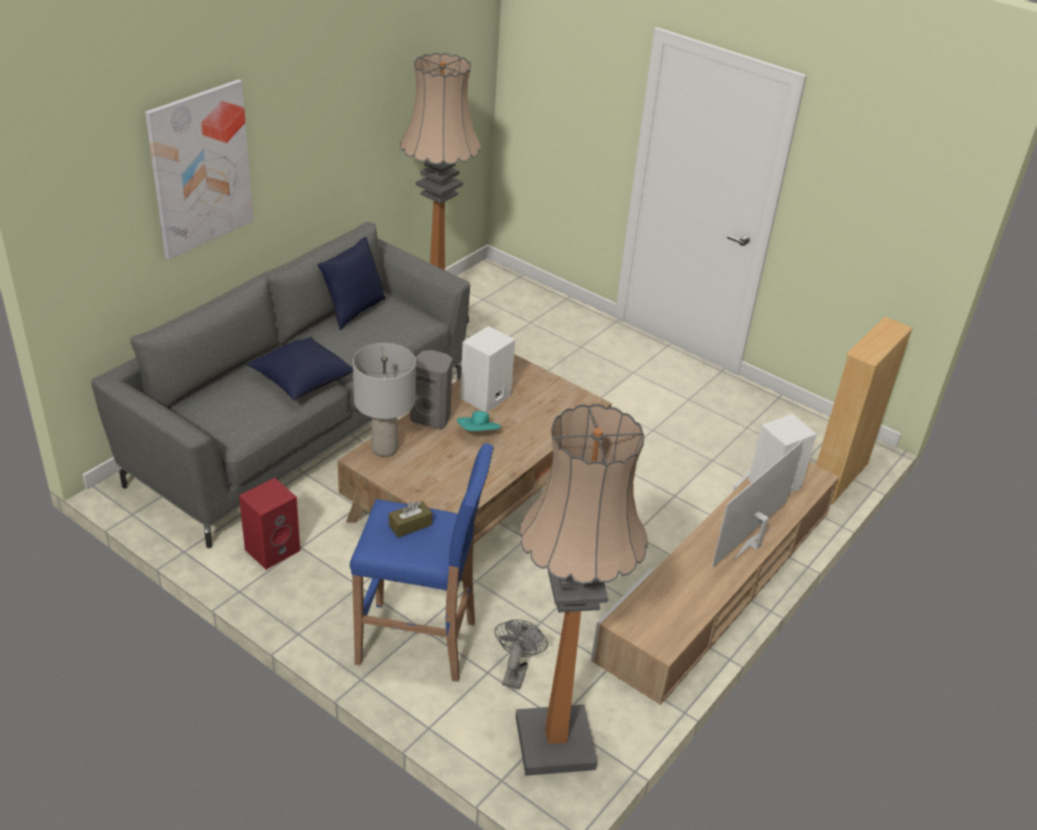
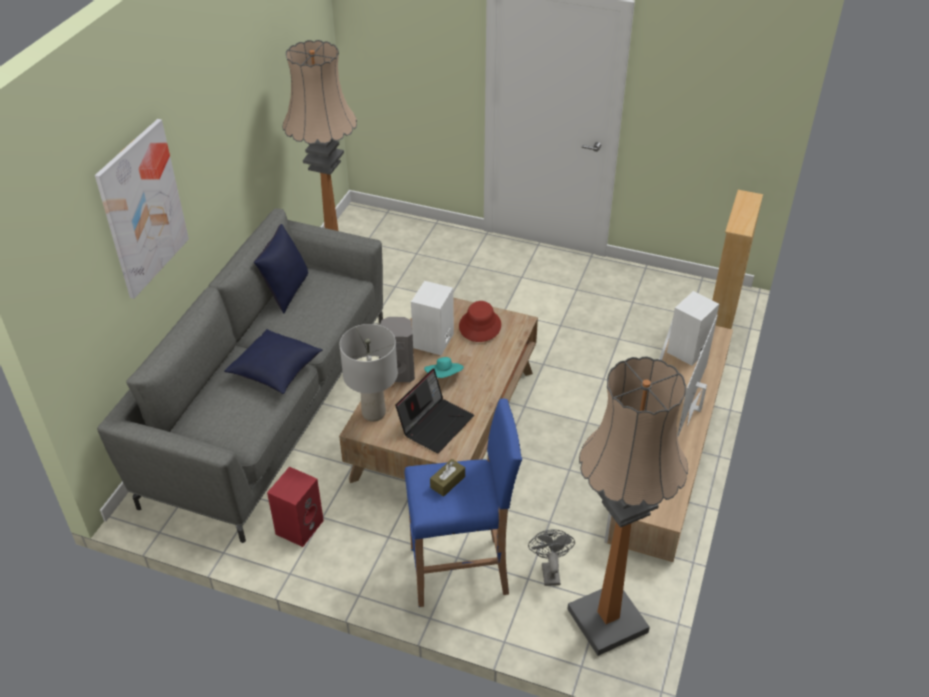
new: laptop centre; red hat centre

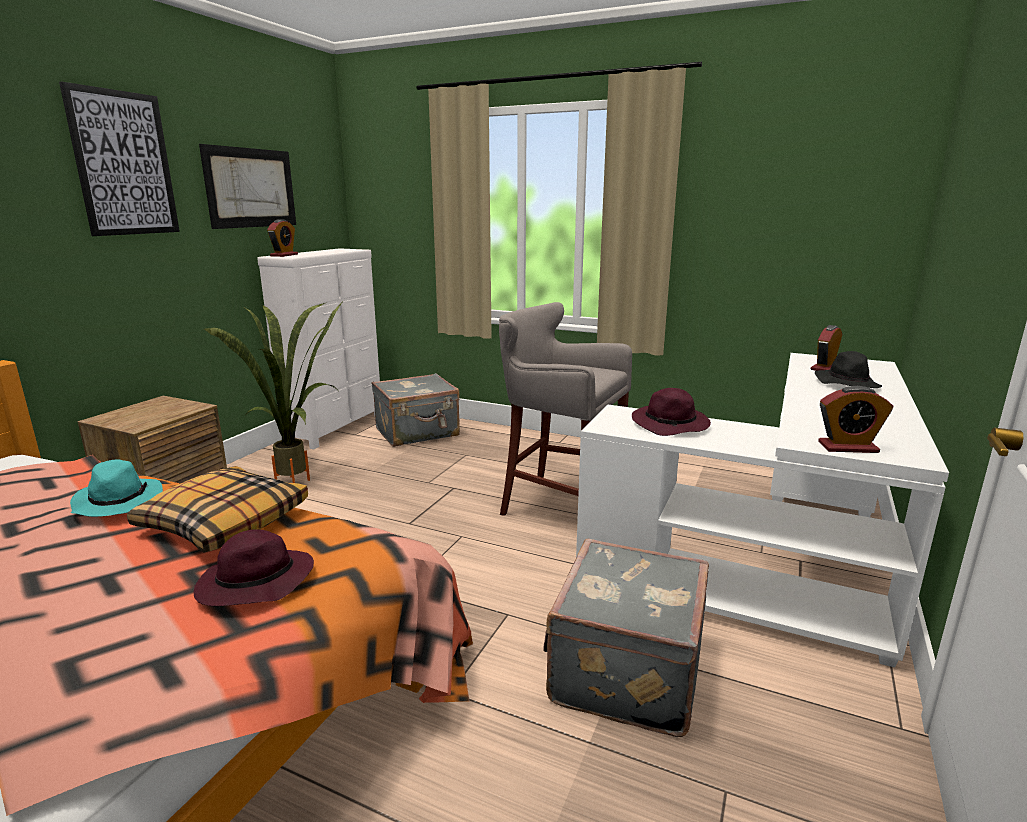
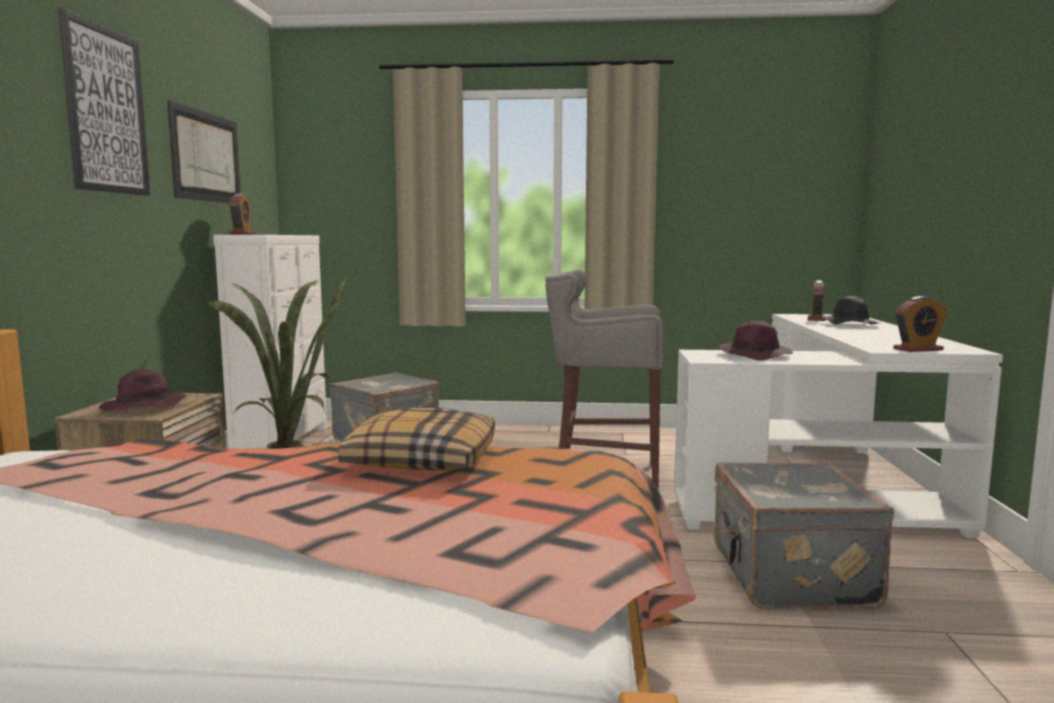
gone: turquoise hat middle left
shifted: purple hat (no. 1 from left) bottom left to middle left

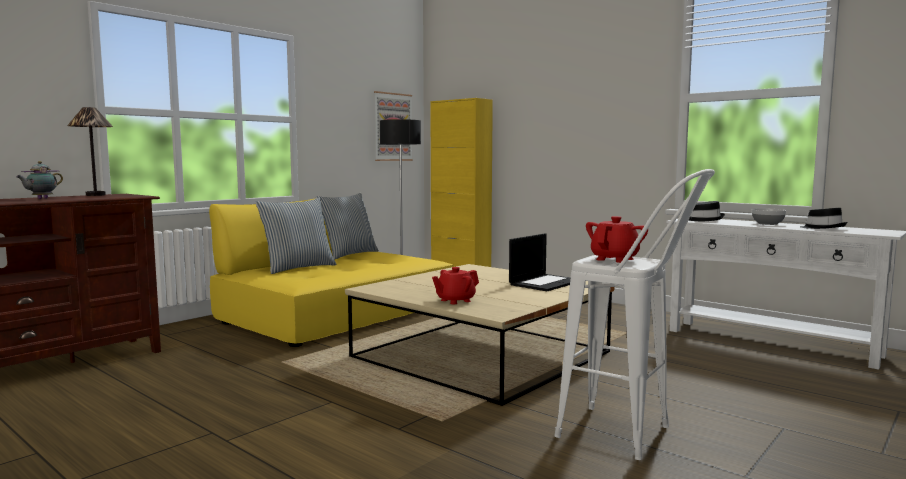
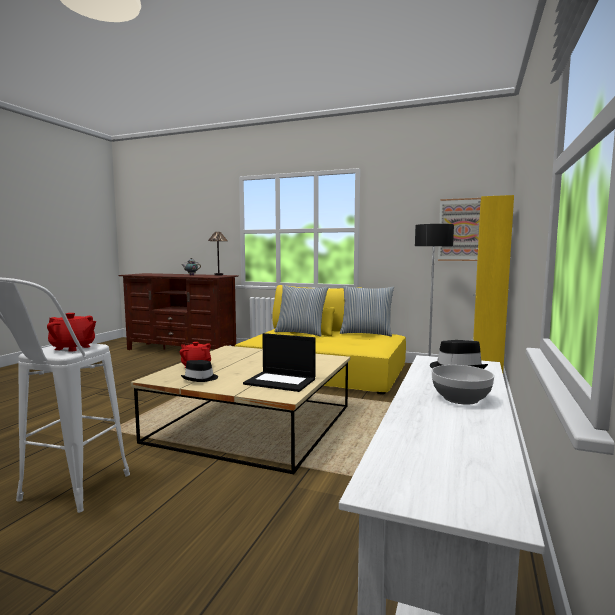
shifted: black hat (no. 2 from left in the first image) middle right to black hat (no. 1 from left) middle left

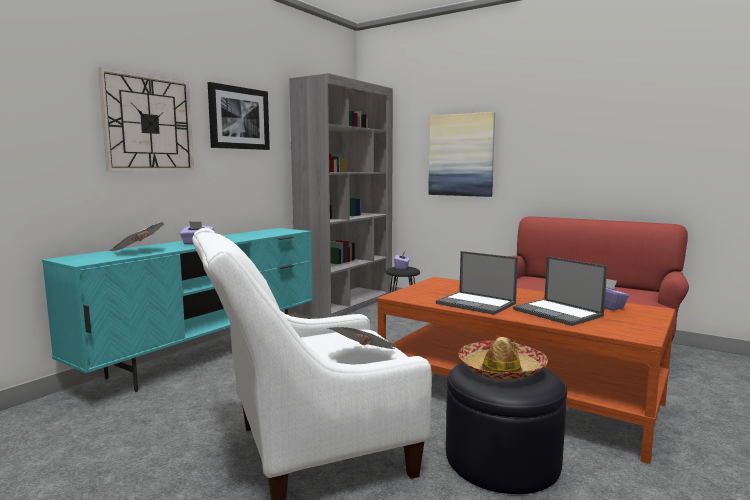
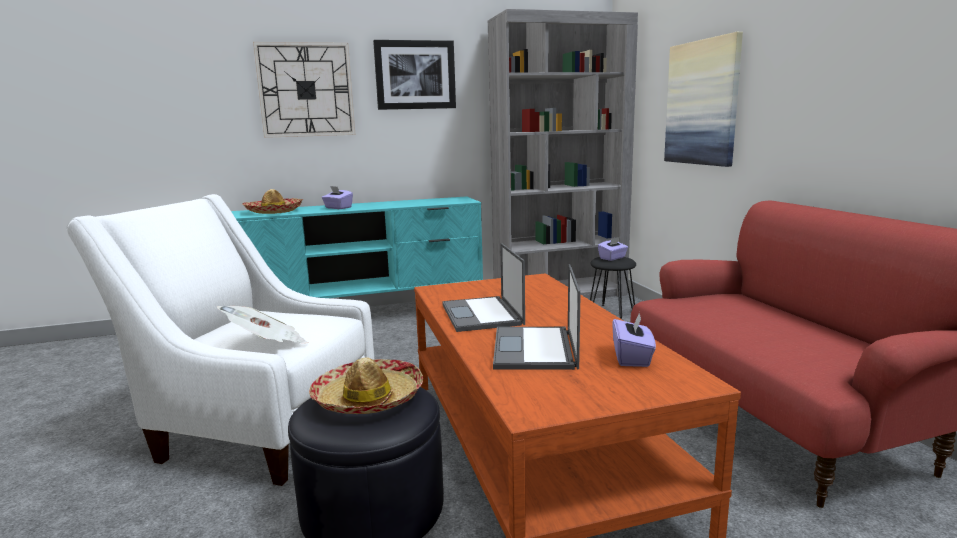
swapped: newspaper (no. 1 from left) middle left to hat (no. 1 from left) middle left

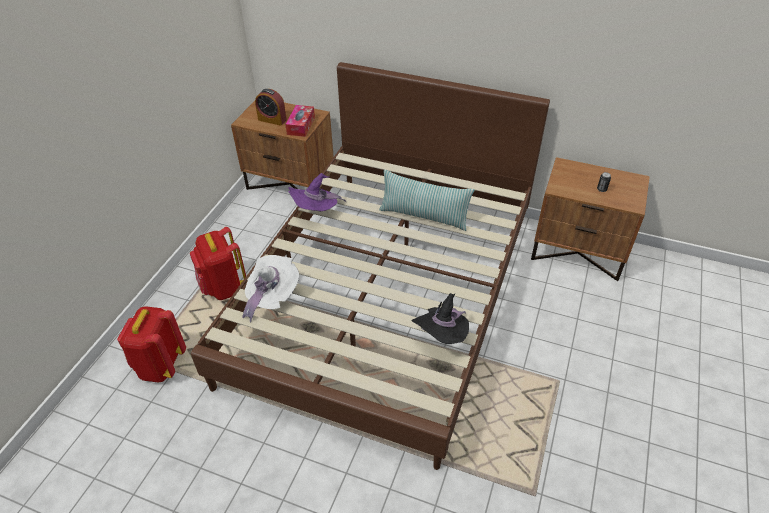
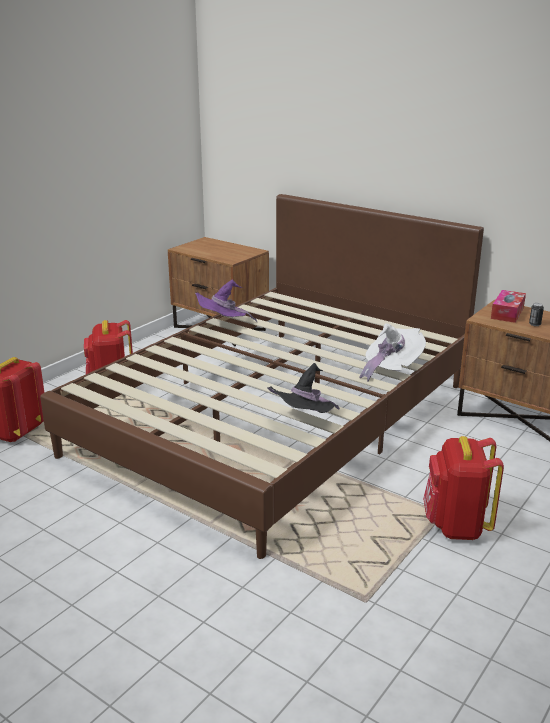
gone: alarm clock top centre; pillow centre
new: red backpack (no. 3 from left) bottom right
shifted: white hat centre to middle right; tissue box top centre to middle right

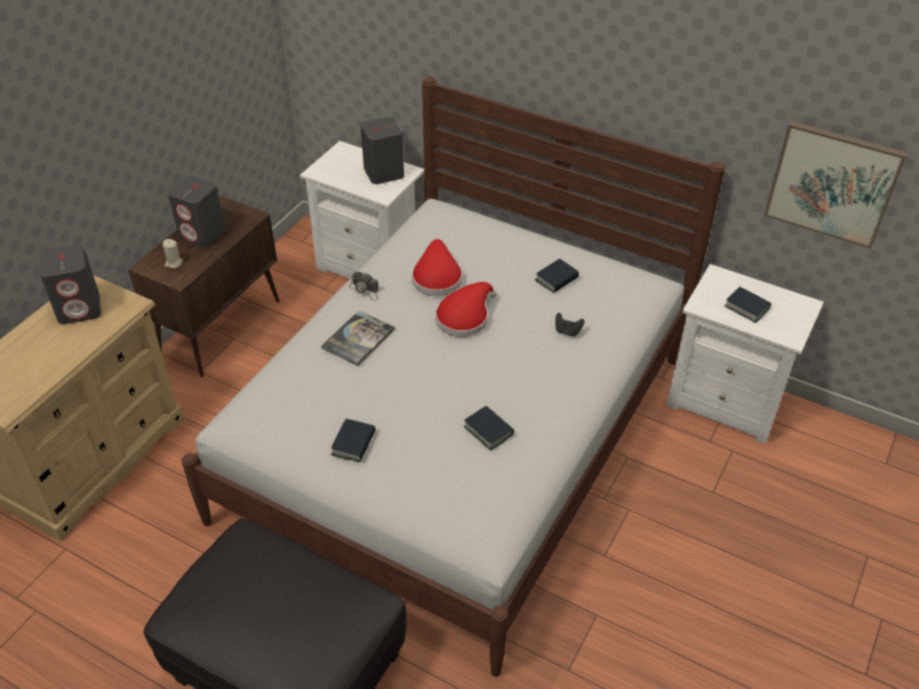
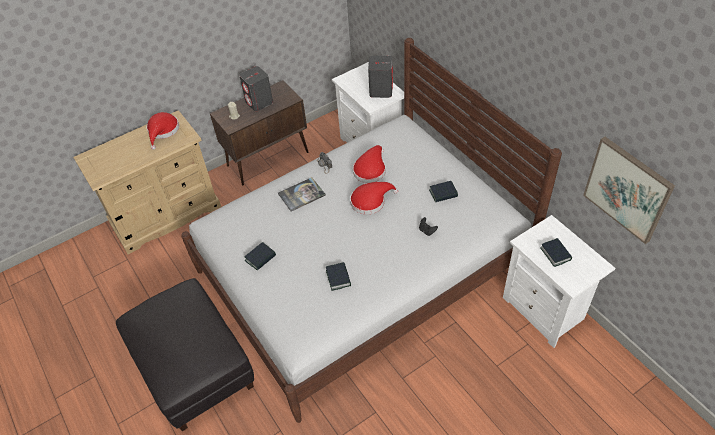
swapped: grey speaker (no. 1 from left) middle left to red hat (no. 1 from left) top left

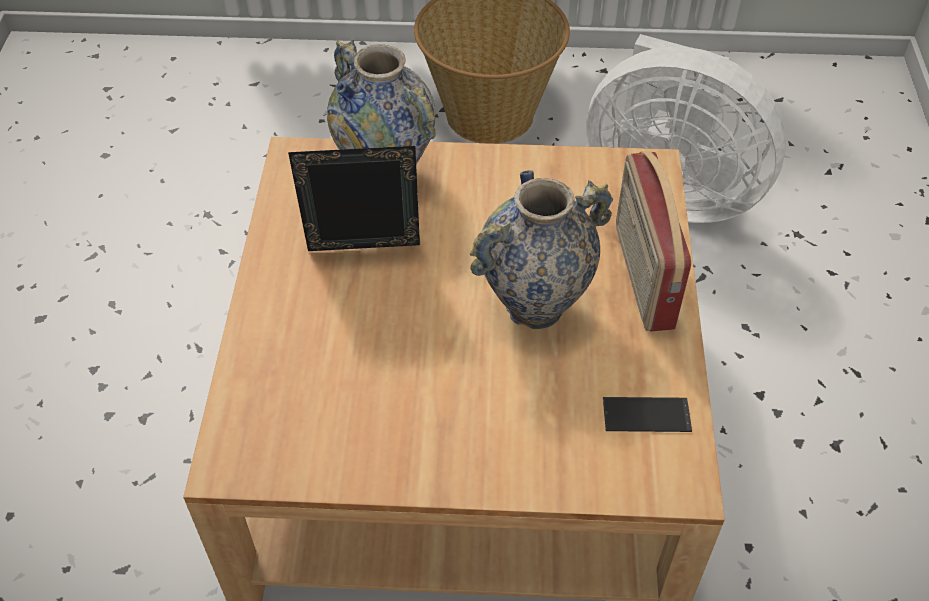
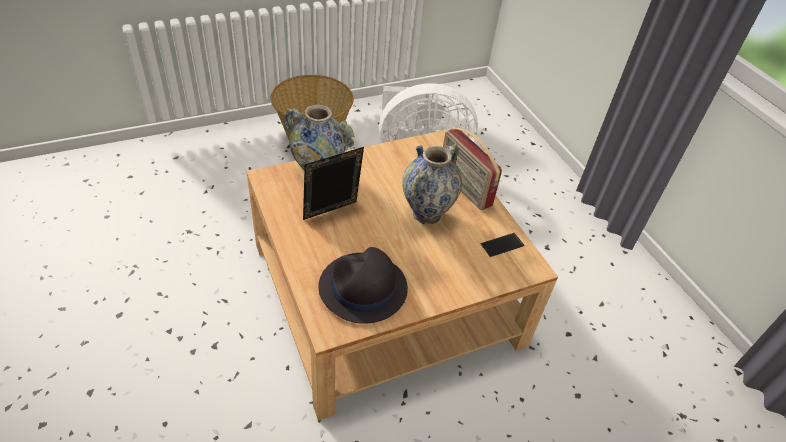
new: black hat centre

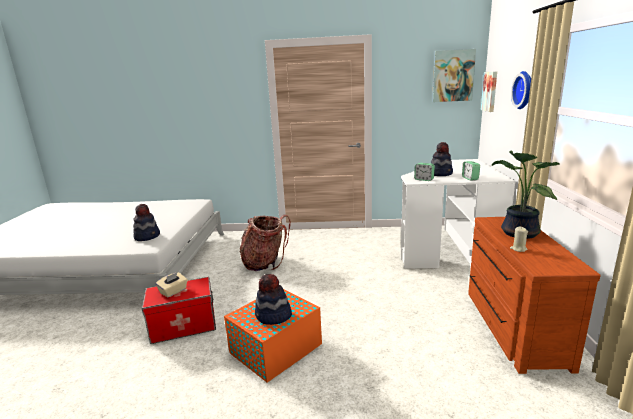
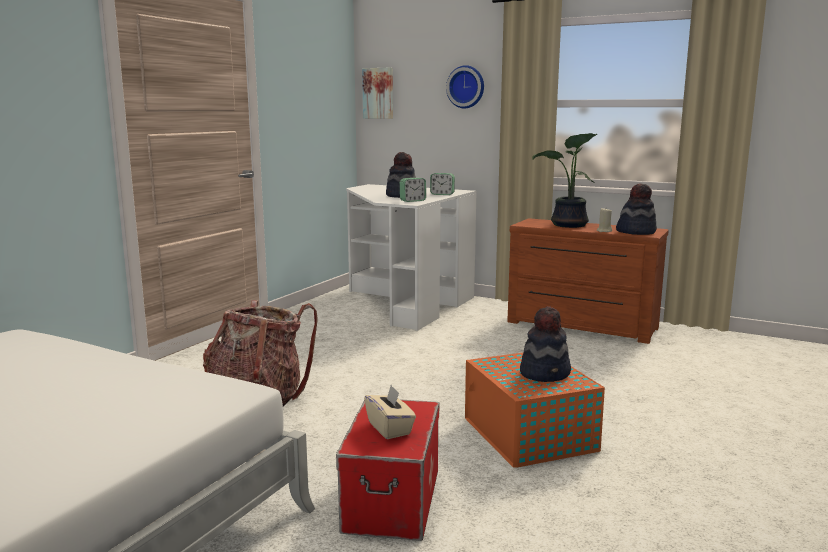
gone: picture (no. 1 from left) top right
shifted: hat (no. 1 from left in the first image) middle left to hat (no. 3 from left) middle right

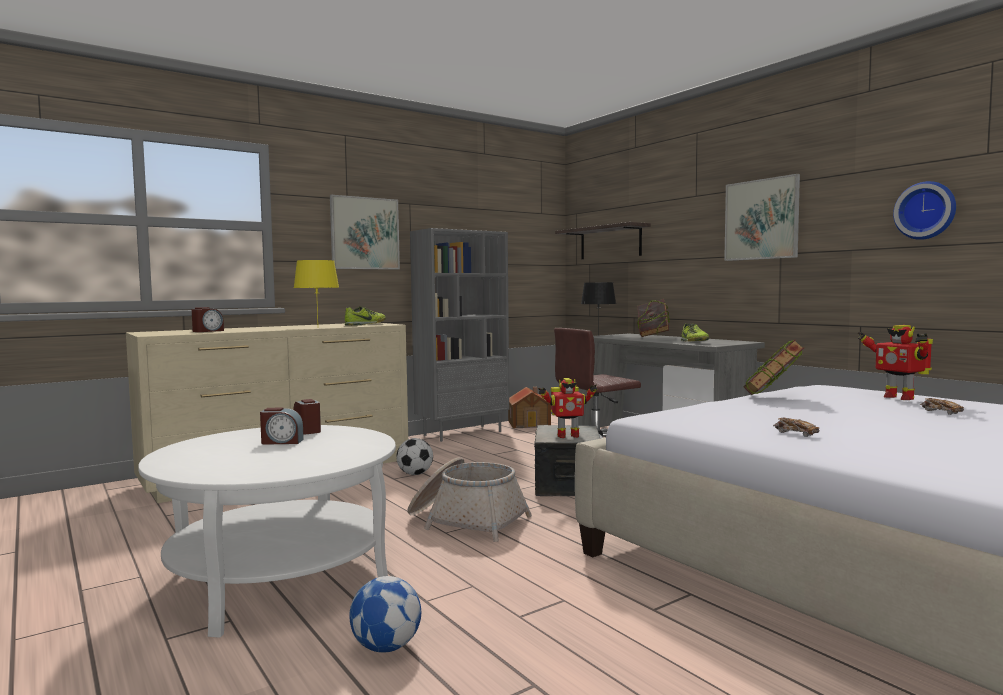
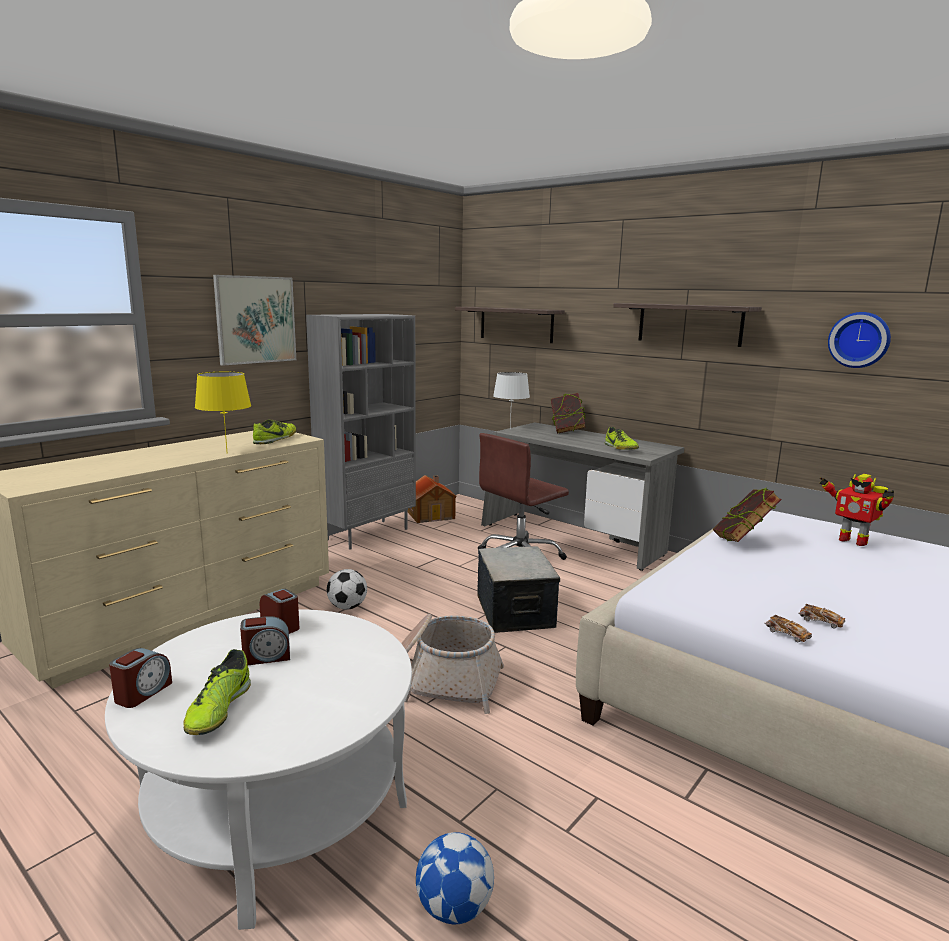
gone: toy robot (no. 1 from left) centre
new: shoe (no. 1 from left) bottom left
shifted: alarm clock (no. 1 from left) middle left to bottom left; toy car (no. 2 from left in the first image) middle right to toy car (no. 1 from left) bottom right
swapped: picture (no. 2 from left) top right to shelf (no. 2 from left) middle right
repainted: black table lamp centre to white table lamp centre

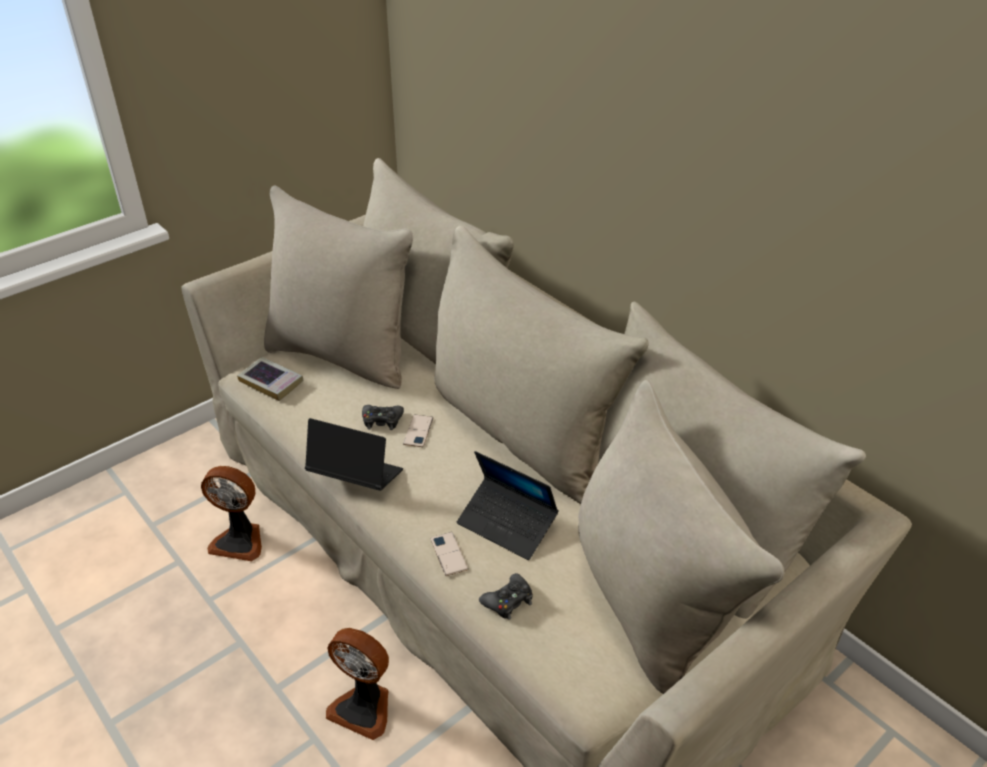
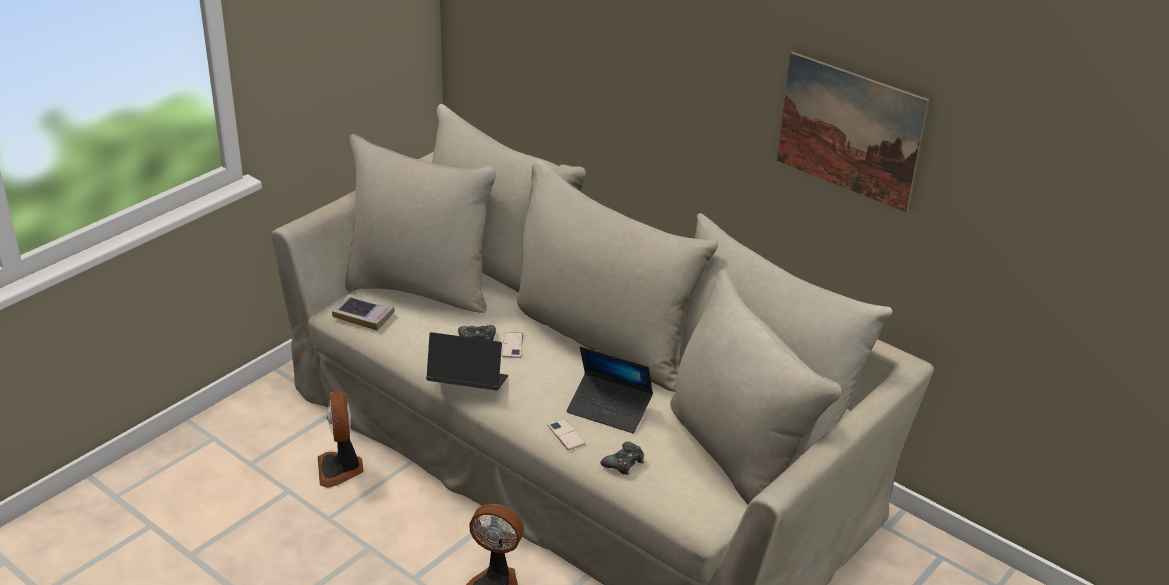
new: picture top right
rotated: fan (no. 1 from left) bottom left = bottom left 75 degrees clockwise

